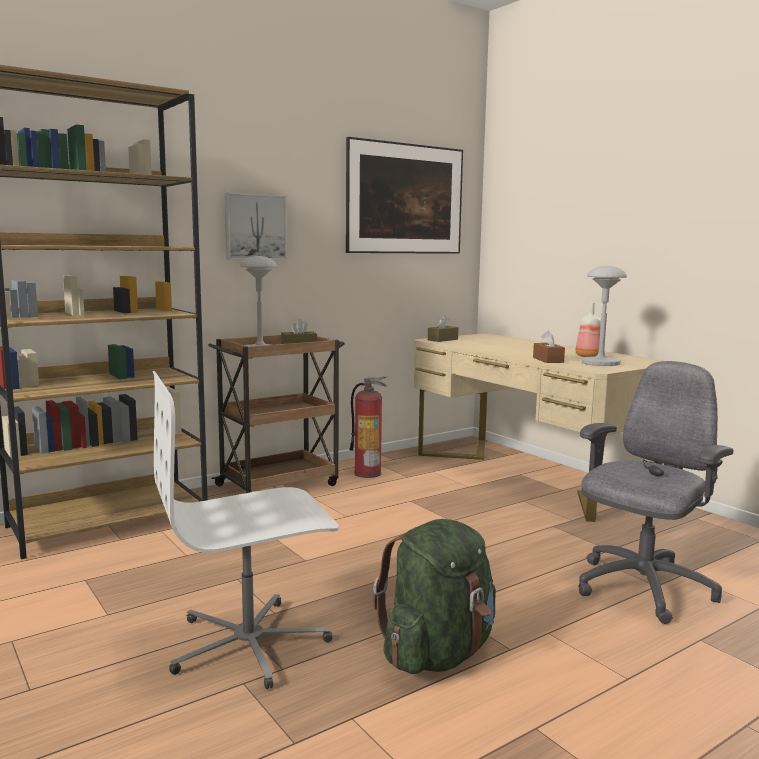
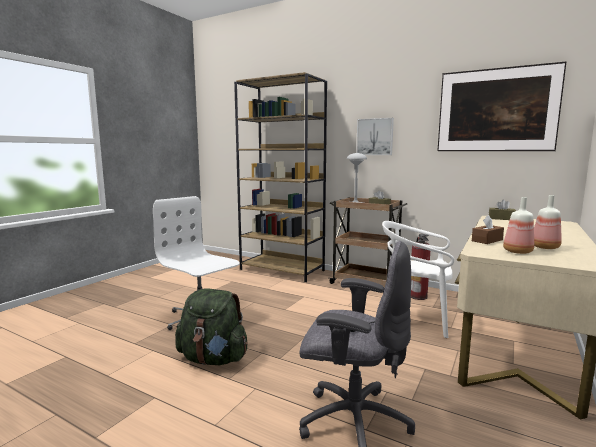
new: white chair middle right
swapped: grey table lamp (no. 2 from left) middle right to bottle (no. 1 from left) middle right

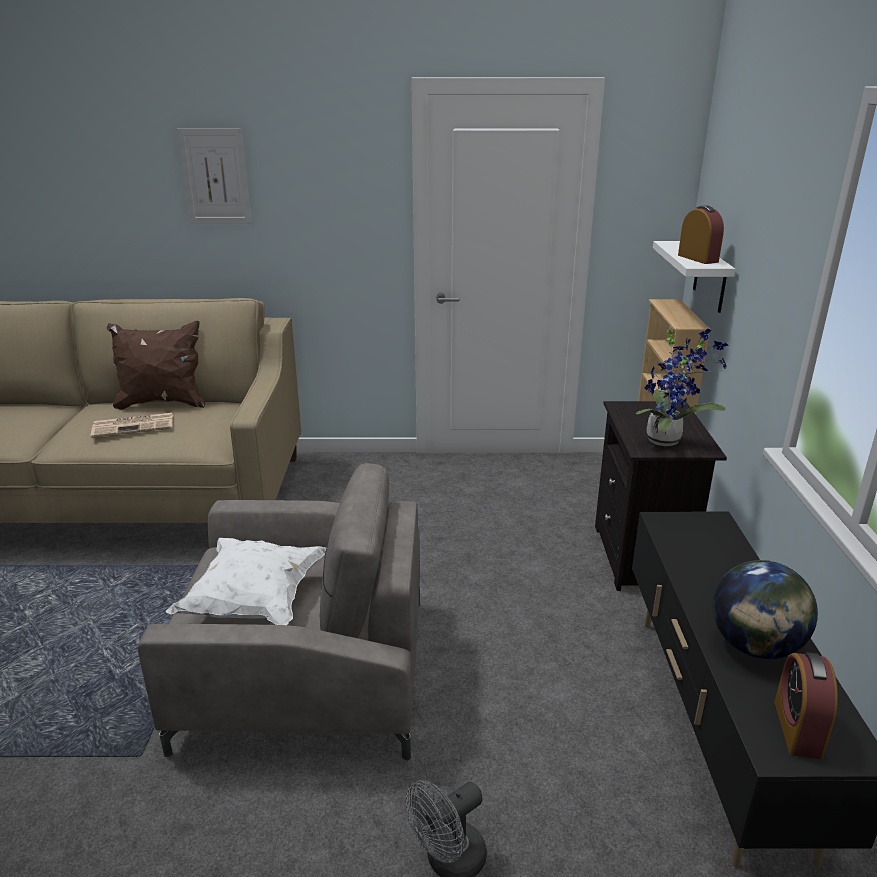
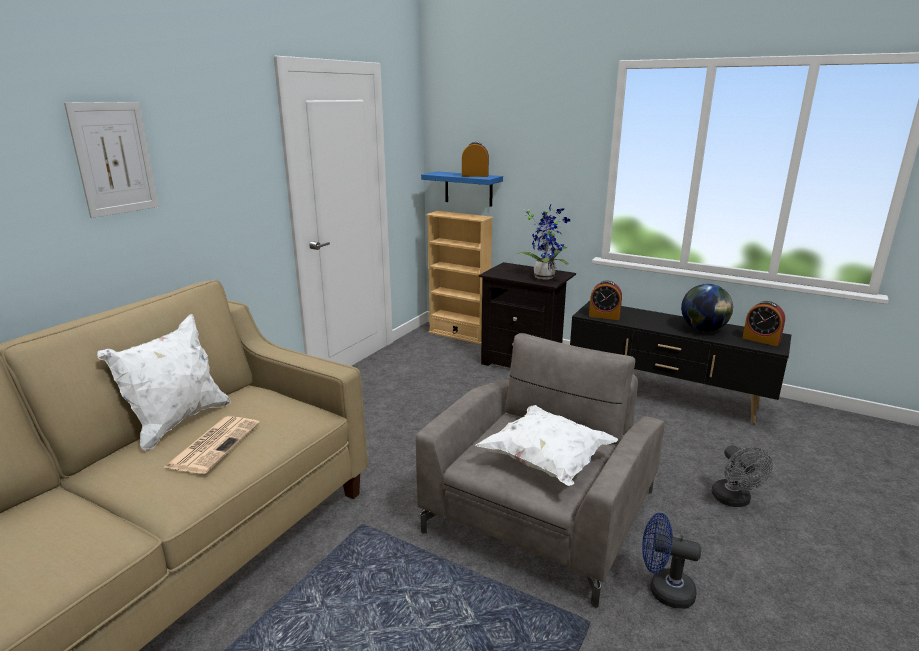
new: alarm clock (no. 2 from left) centre; blue fan bottom right
repainted: brown pillow middle left to white pillow (no. 1 from left) middle left; white shelf top right to blue shelf top centre

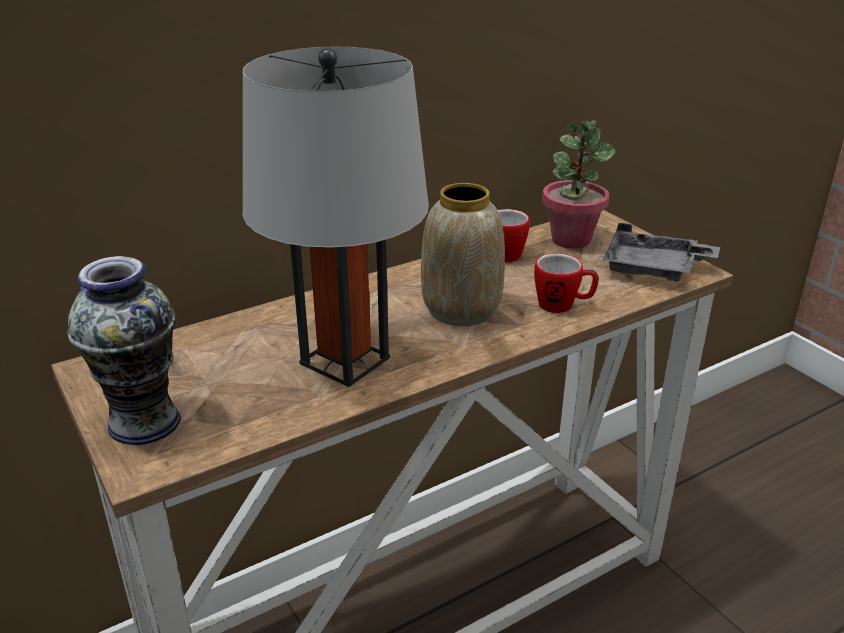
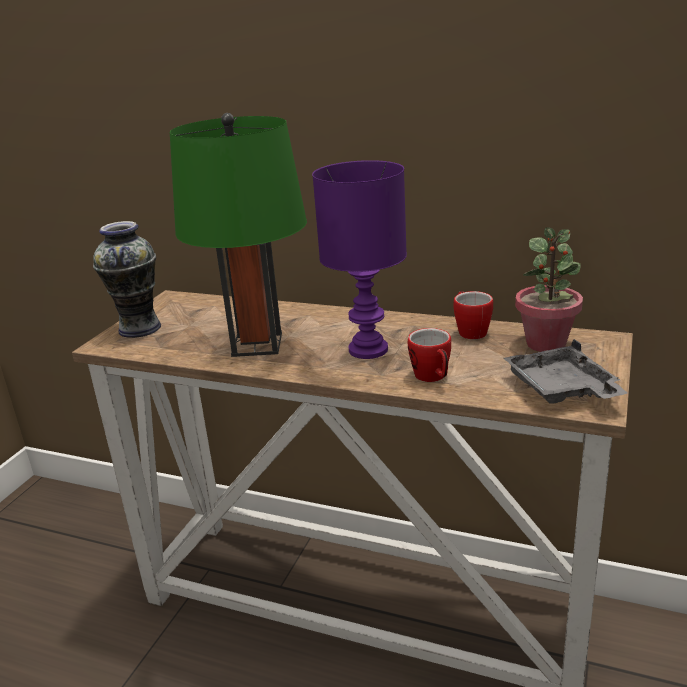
swapped: vase (no. 2 from left) centre to purple table lamp centre
repainted: grey table lamp centre to green table lamp centre

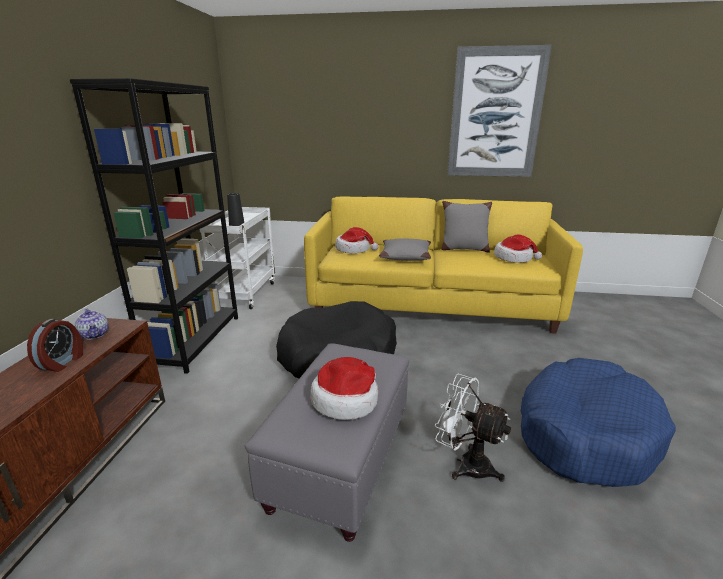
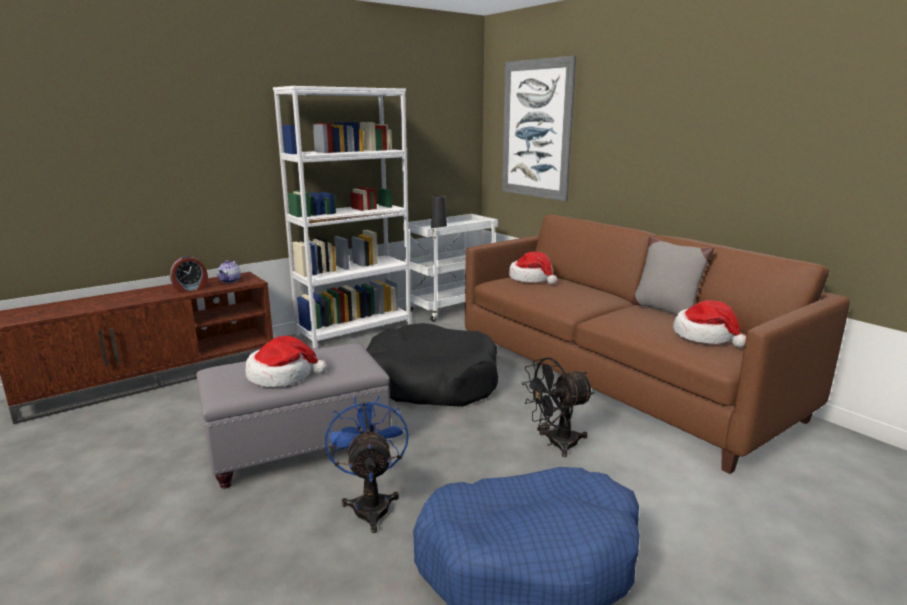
gone: grey pillow (no. 1 from left) centre
new: black fan bottom centre
shifted: picture top right to top centre
repainted: black bookcase middle left to white bookcase centre; yellow sofa centre to brown sofa middle right; white fan bottom centre to blue fan bottom centre

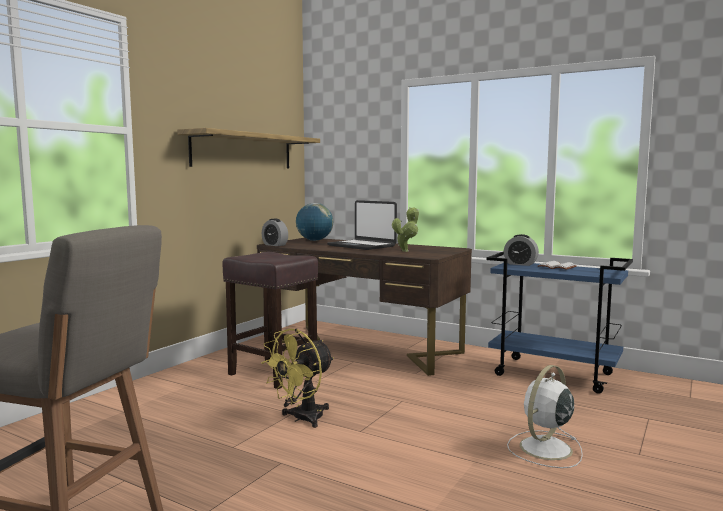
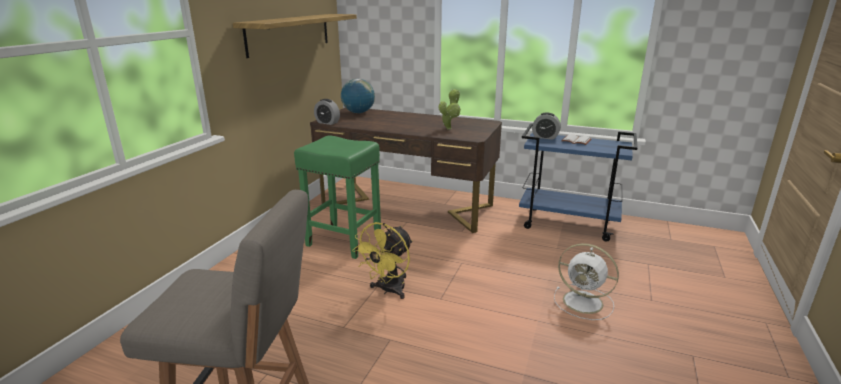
gone: laptop centre
repainted: brown stool centre to green stool centre
rotated: white fan bottom right = bottom right 90 degrees counterclockwise

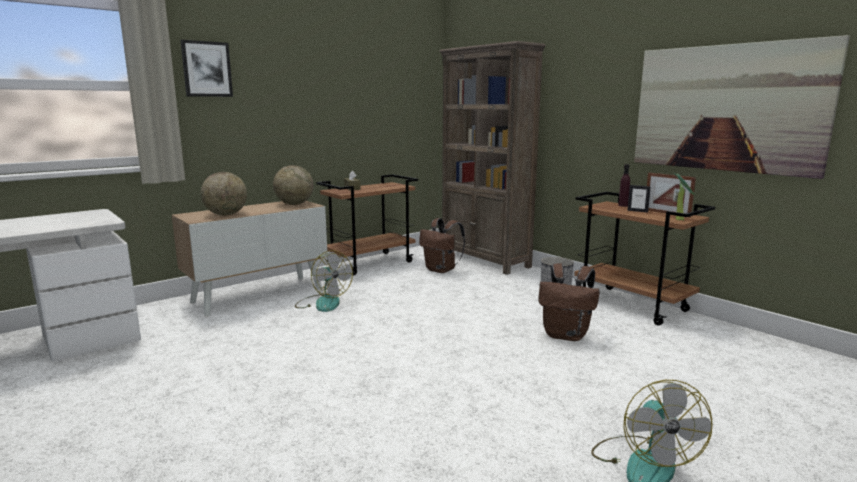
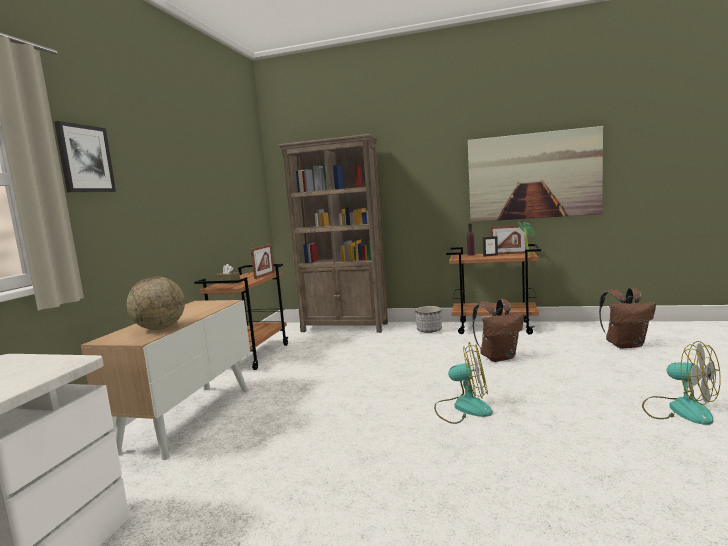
gone: globe (no. 2 from left) centre
new: picture frame (no. 1 from left) centre
shifted: fan (no. 1 from left) centre to bottom centre; brown backpack (no. 1 from left in the first image) centre to brown backpack (no. 2 from left) middle right

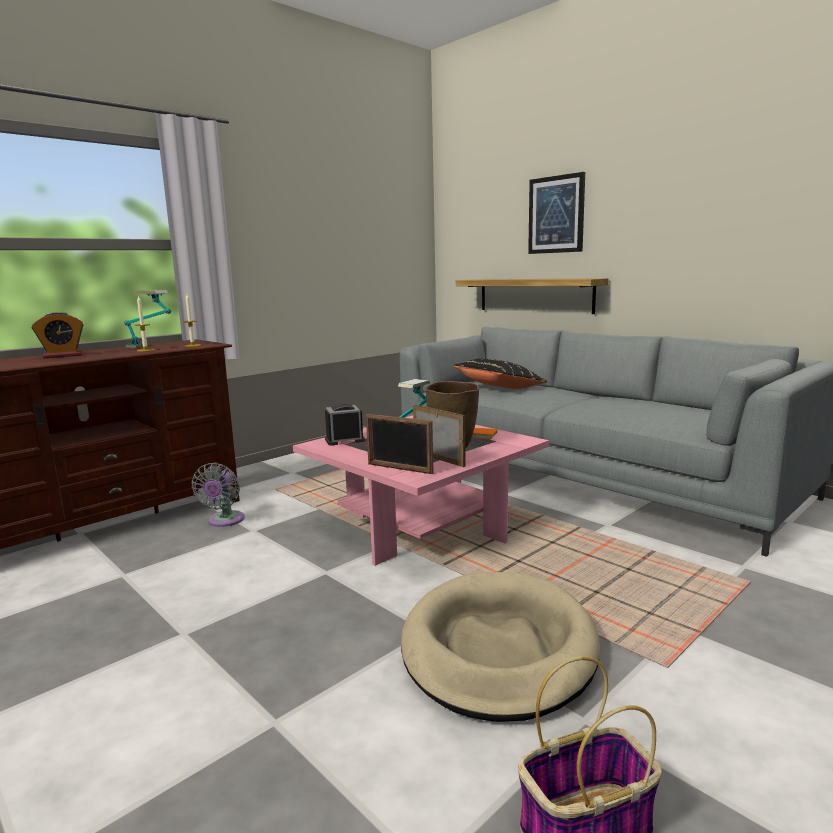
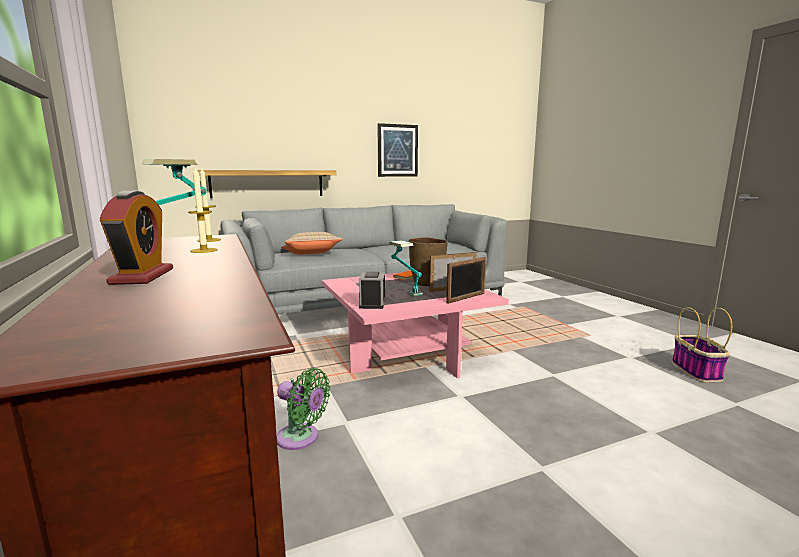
gone: beige dog bed bottom centre
shifted: picture top right to top centre
repainted: grey fan middle left to green fan bottom centre; black pillow centre to beige pillow centre

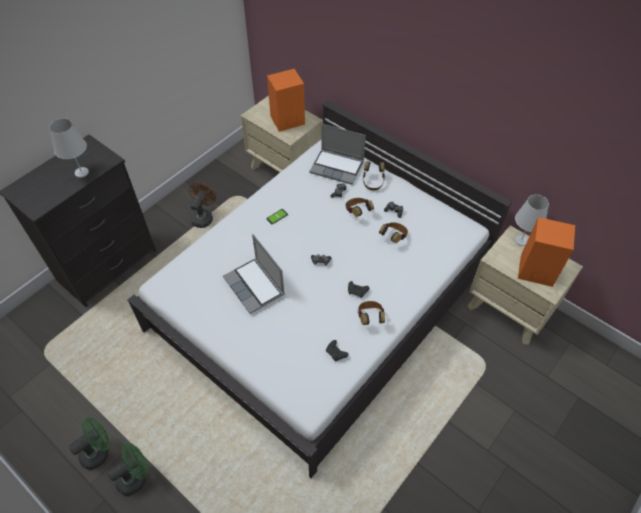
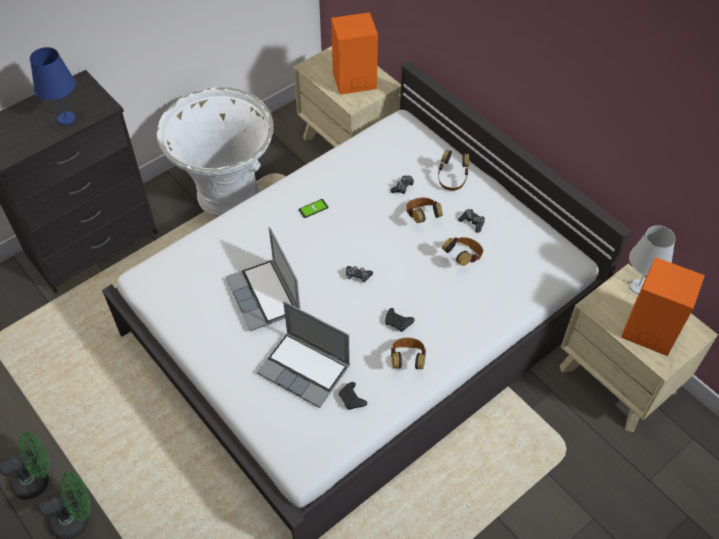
shifted: laptop (no. 2 from left) top centre to centre
swapped: brown fan middle left to white planter top left
repainted: white table lamp (no. 1 from left) top left to blue table lamp top left

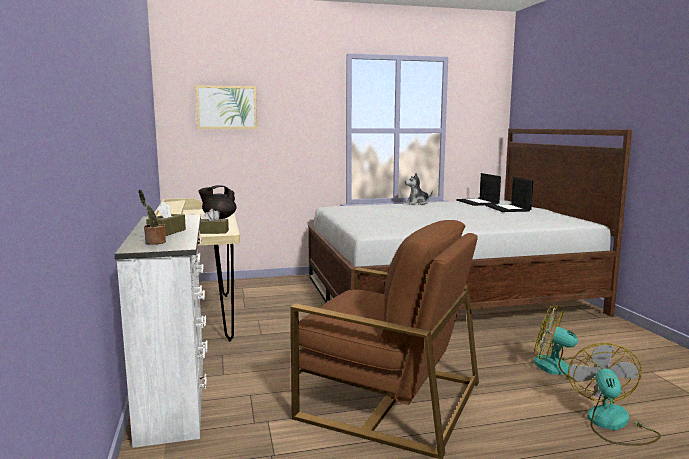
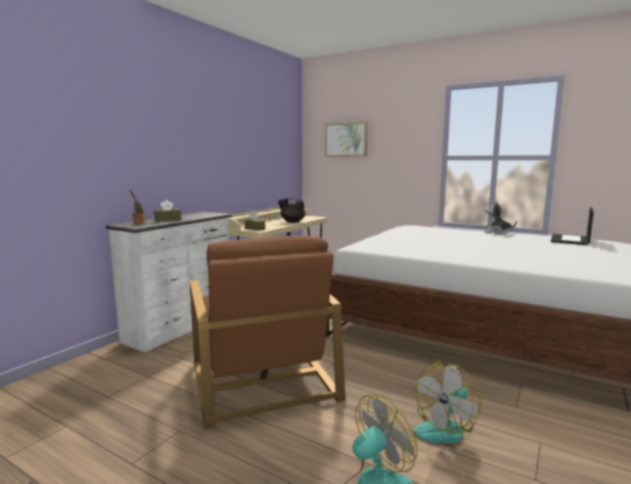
gone: laptop (no. 2 from left) middle right
rotated: fan (no. 1 from left in the first image) bottom right = bottom right 120 degrees counterclockwise

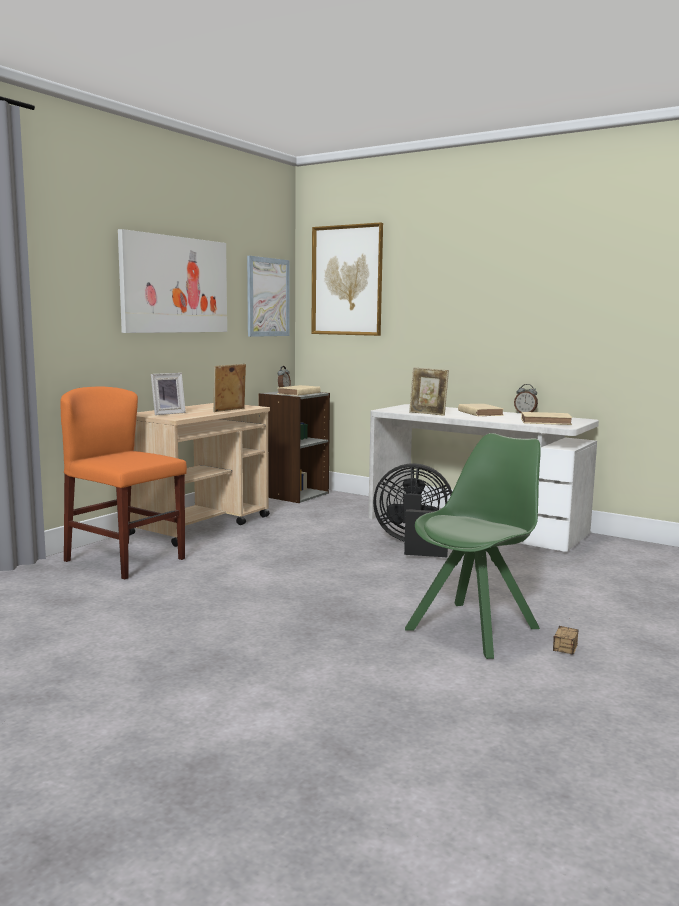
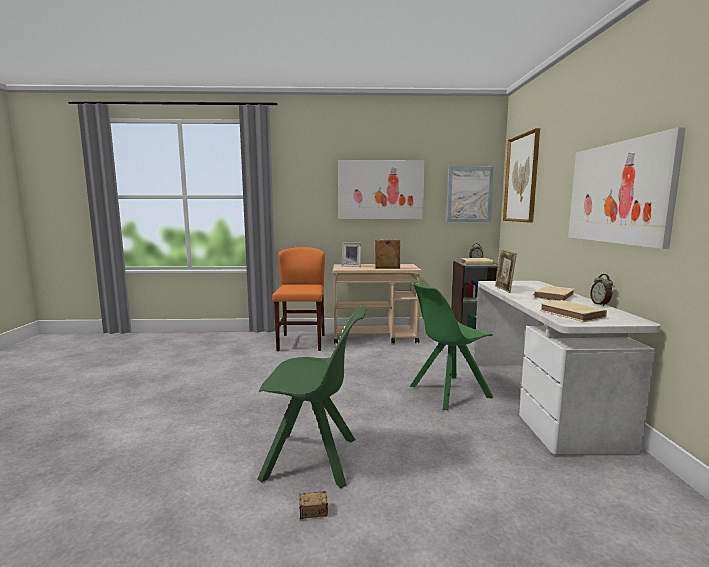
new: picture (no. 4 from left) top right
swapped: black fan centre to green chair (no. 2 from left) centre

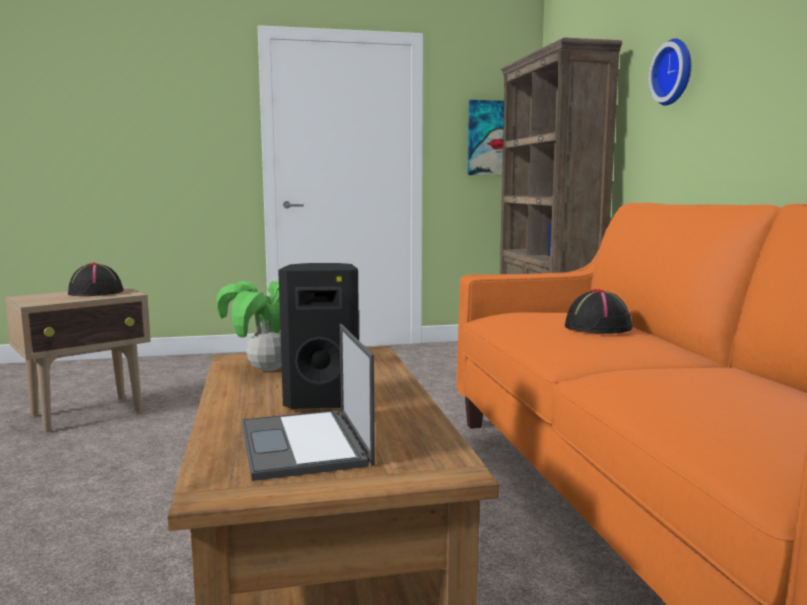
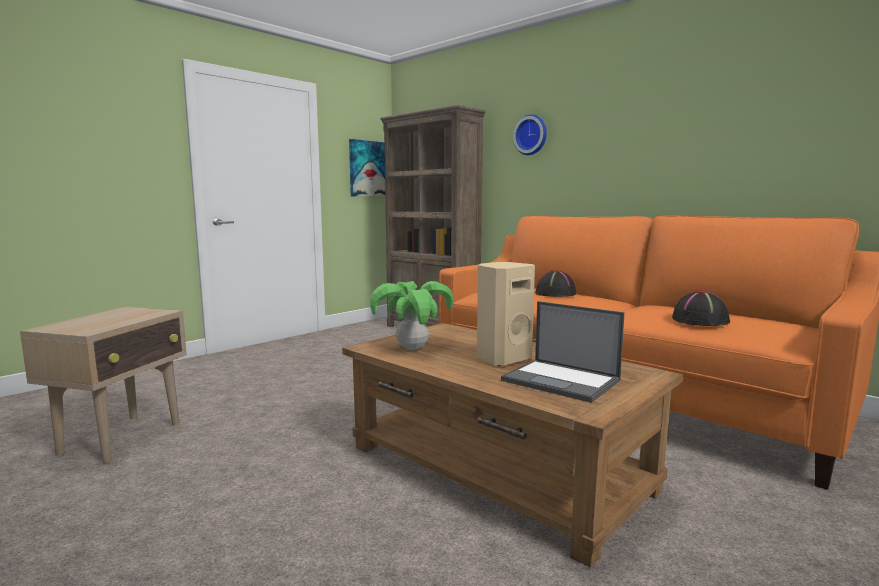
shifted: black hat (no. 1 from left in the first image) middle left to black hat (no. 2 from left) middle right
repainted: black speaker centre to beige speaker centre

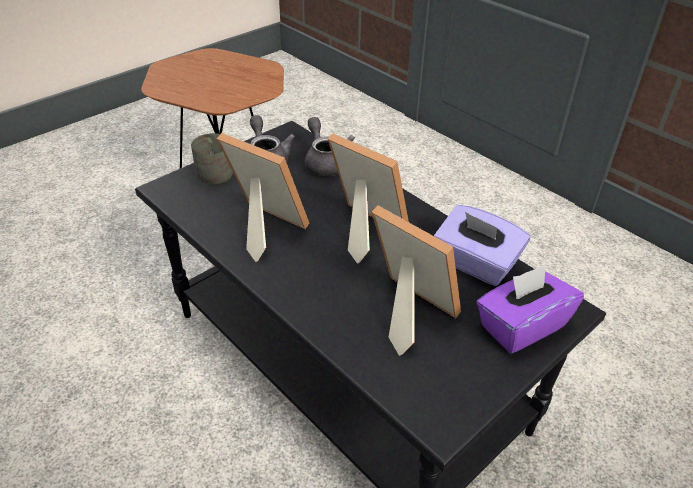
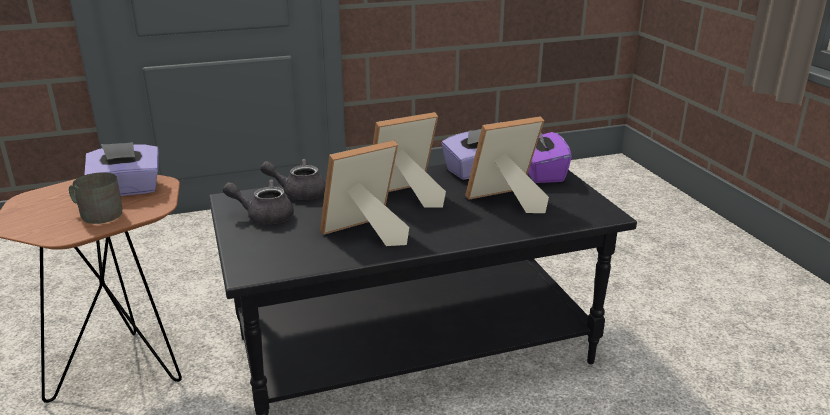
new: purple tissue box (no. 1 from left) middle left
shifted: grey mug top left to middle left

